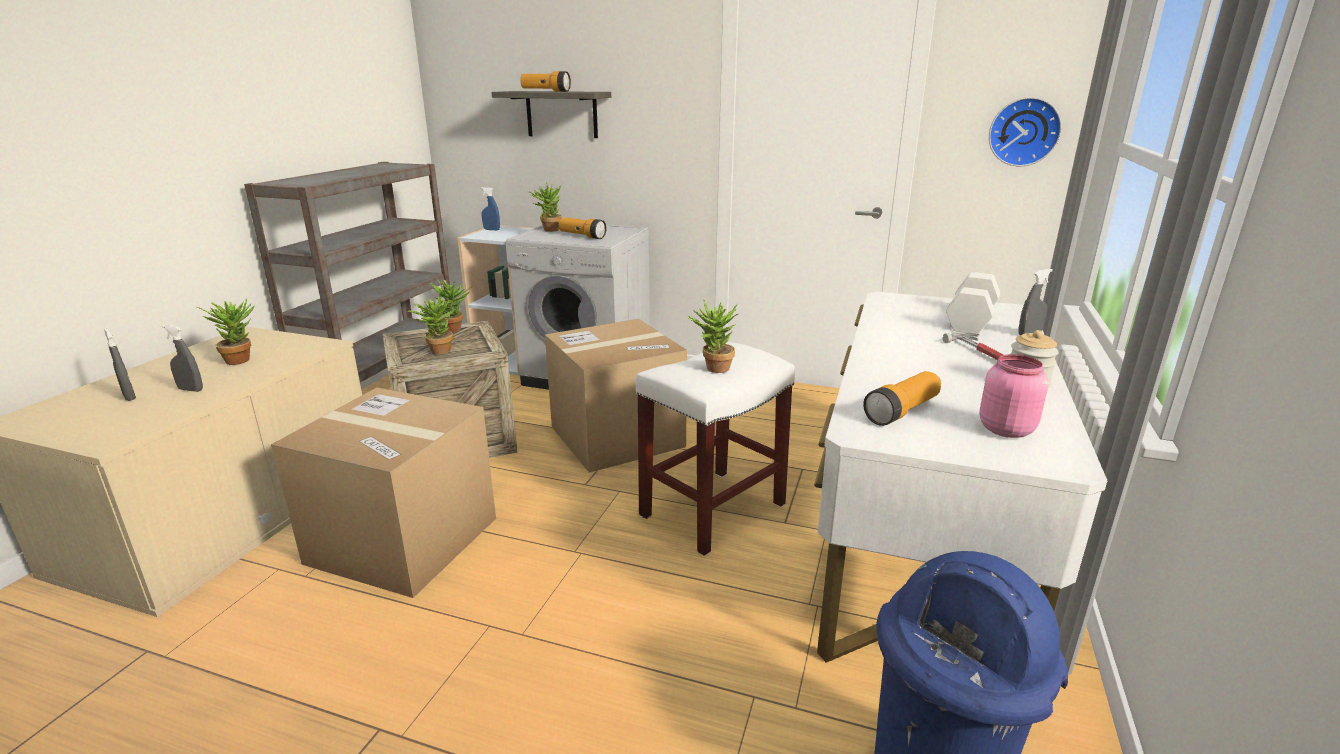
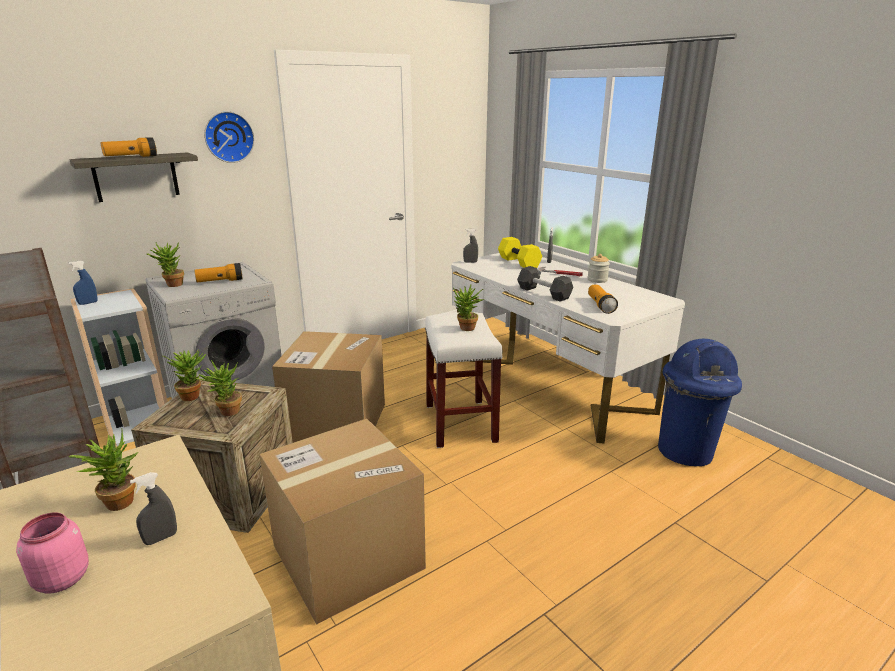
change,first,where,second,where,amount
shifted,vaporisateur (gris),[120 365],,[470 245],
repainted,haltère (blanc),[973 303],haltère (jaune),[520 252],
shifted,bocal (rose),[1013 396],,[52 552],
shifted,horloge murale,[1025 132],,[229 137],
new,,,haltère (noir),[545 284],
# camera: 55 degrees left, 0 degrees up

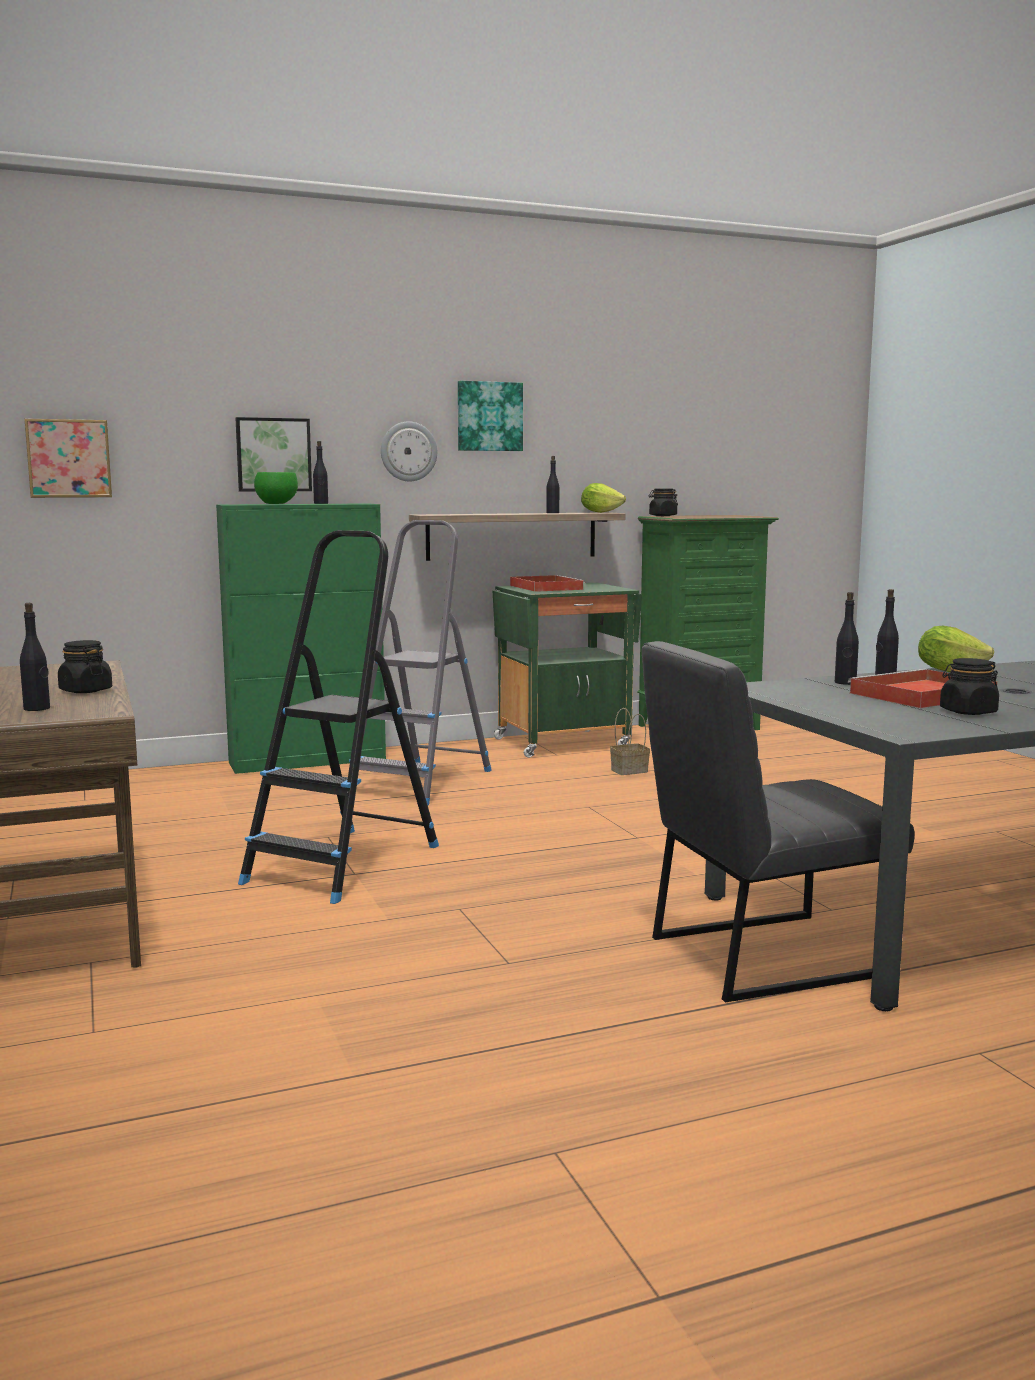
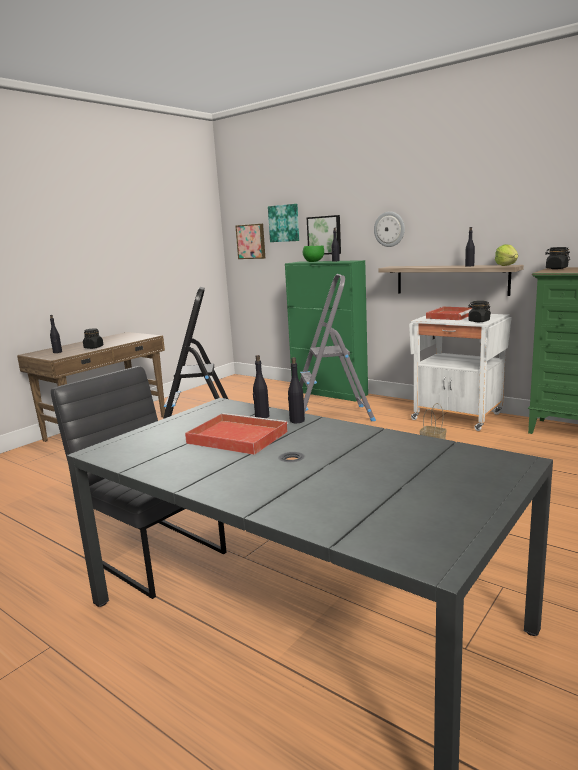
change,first,where,second,where,amount
shifted,tableau,[490 416],,[283 223],
repainted,chariot (vert),[567 670],chariot (blanc),[460 372],
gone,laitue,[956 649],,,
shifted,bocal (noir),[969 686],,[479 311],
# camera: 60 degrees right, 5 degrees up

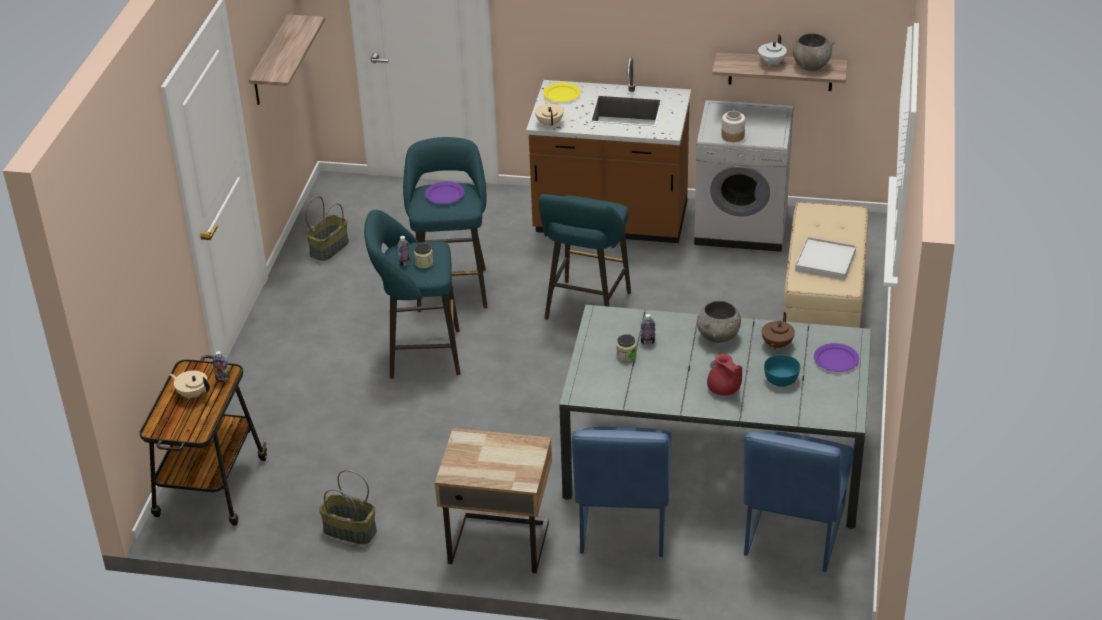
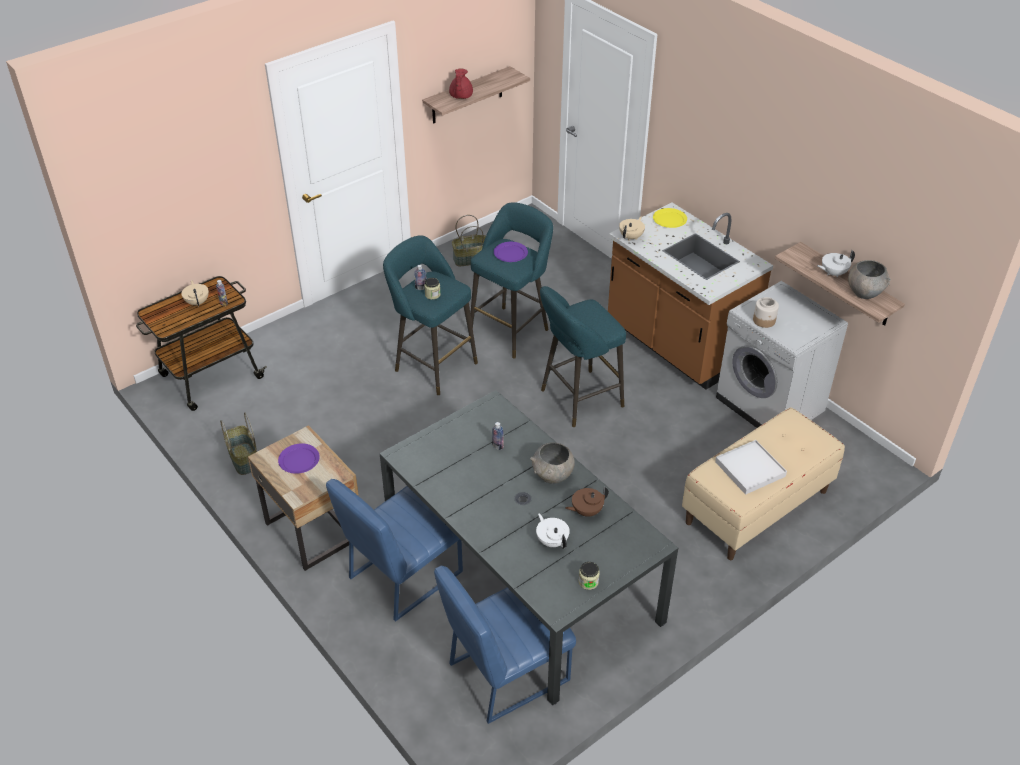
change,first,where,second,where,amount
shifted,bocal,[626 348],,[589 576],
shifted,théière (rouge),[724 374],,[461 83],
swapped,bol (turquoise),[782 370],théière (blanc),[553 531],
shifted,assiette (violet),[836 357],,[299 458],
# camera: 40 degrees right, 5 degrees up

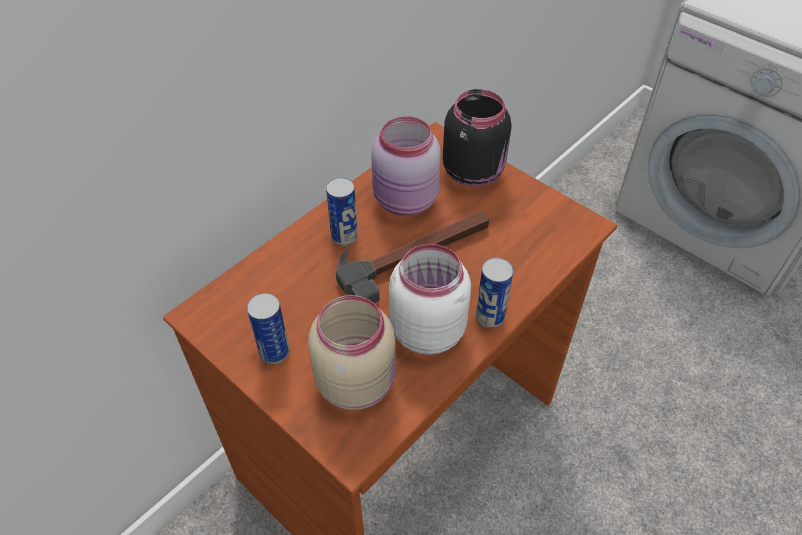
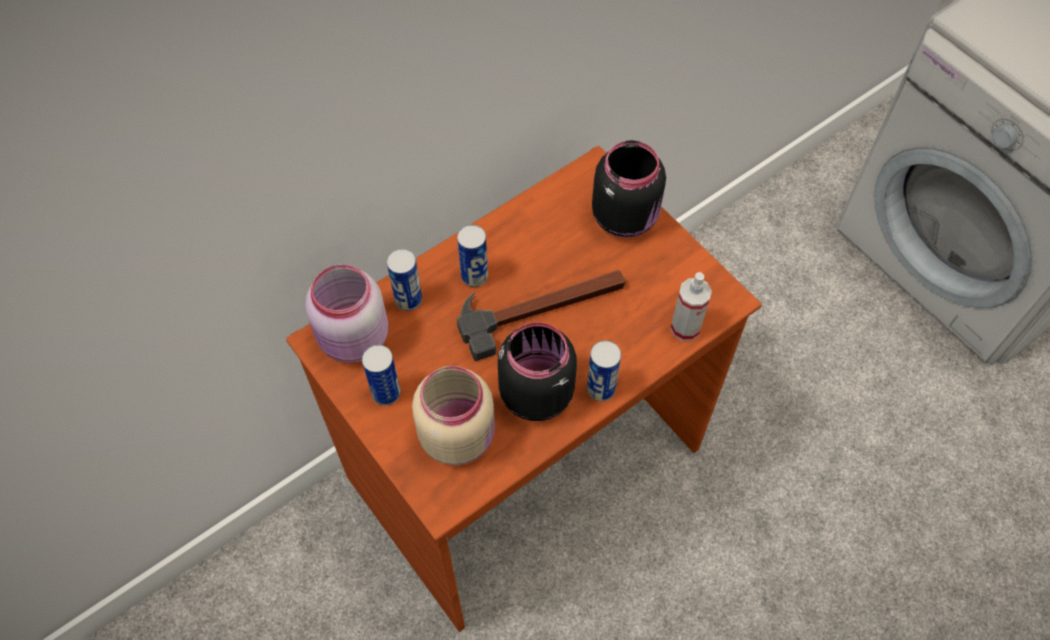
change,first,where,second,where,amount
shifted,bocal (rose),[406 166],,[346 313],
repainted,bocal (blanc),[430 299],bocal (noir),[537 371],
new,,,boîte métallique,[404 280],
new,,,vaporisateur,[691 306],
# camera: 10 degrees right, 10 degrees up

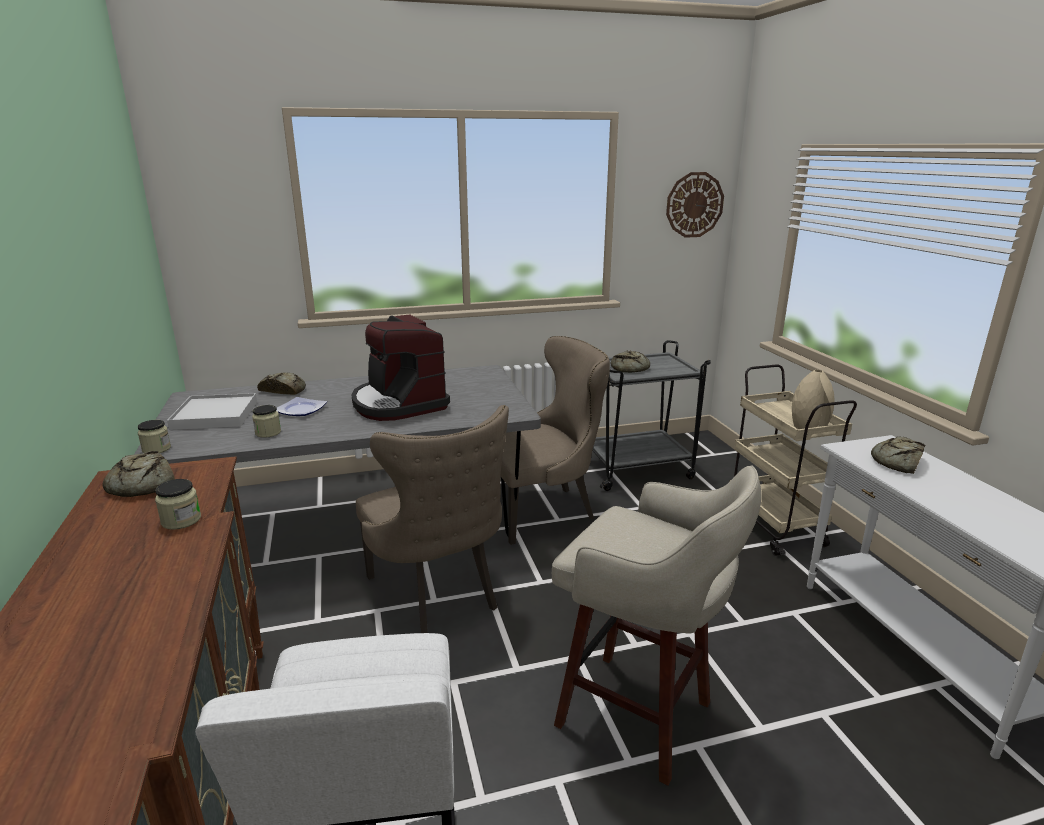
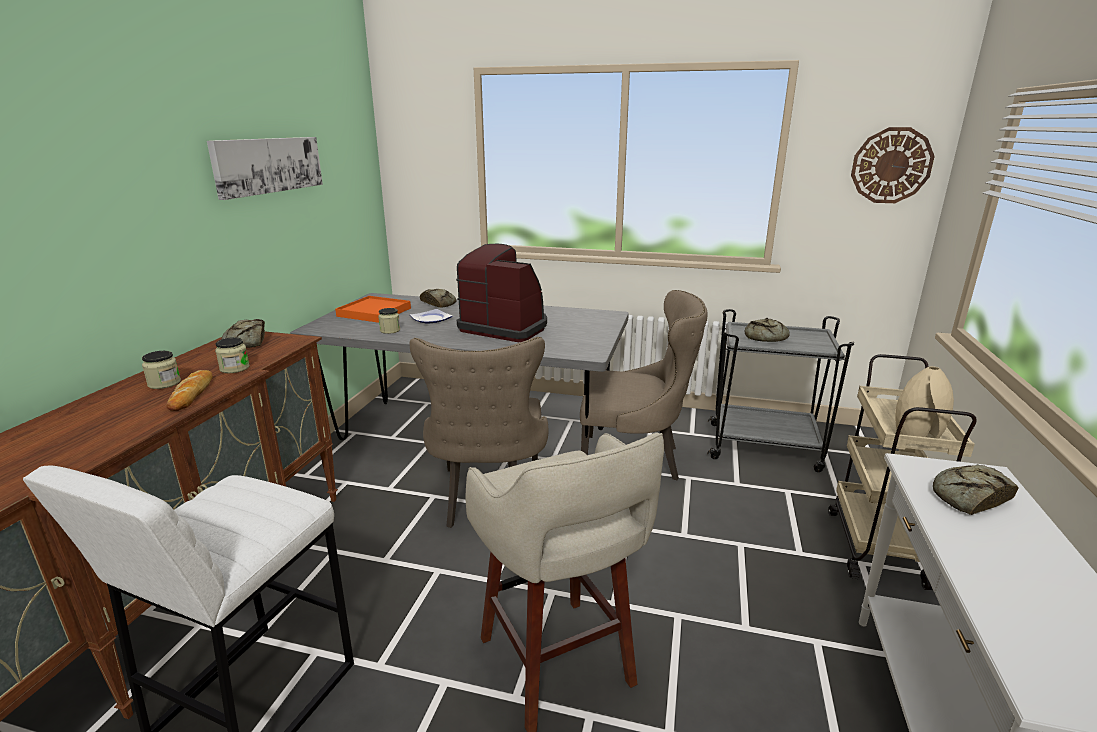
change,first,where,second,where,amount
shifted,bocal,[154 436],,[161 370],
repainted,plateau (blanc),[212 411],plateau (orange),[373 309],
rotated,machine à café,[400 367],,[501 293],120 degrees clockwise
new,,,pain,[189 390],
new,,,tableau,[265 168],
# camera: 30 degrees right, 0 degrees up

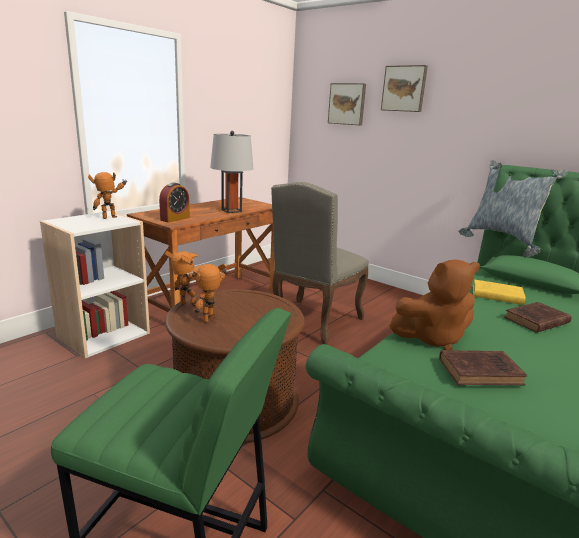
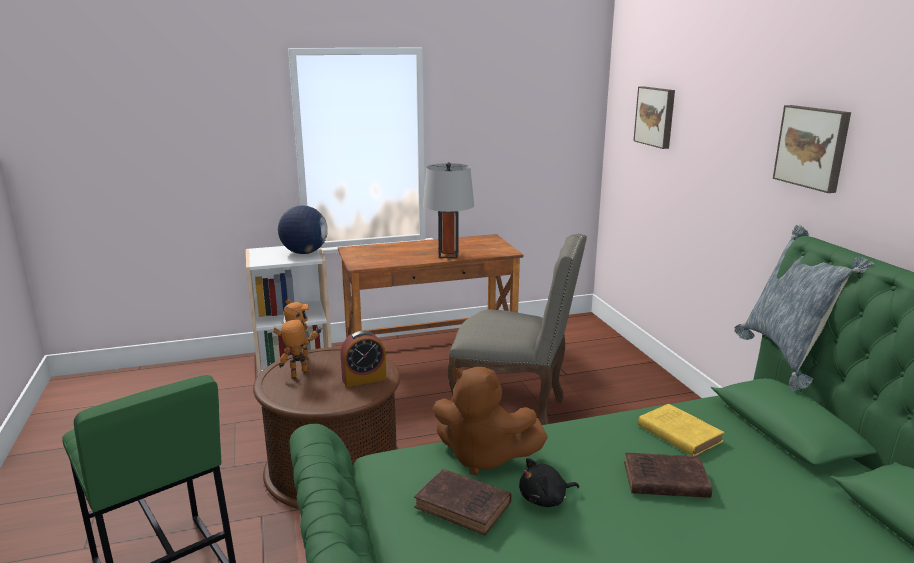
change,first,where,second,where,amount
swapped,robot jouet,[107 195],globe,[303 229],
shifted,réveil,[174 203],,[363 358],
rotated,chaise (gris),[320 263],,[517 329],135 degrees counterclockwise
shifted,tableau,[404 88],,[812 149],
new,,,peluche (noir),[549 482],
# camera: 35 degrees right, 0 degrees up

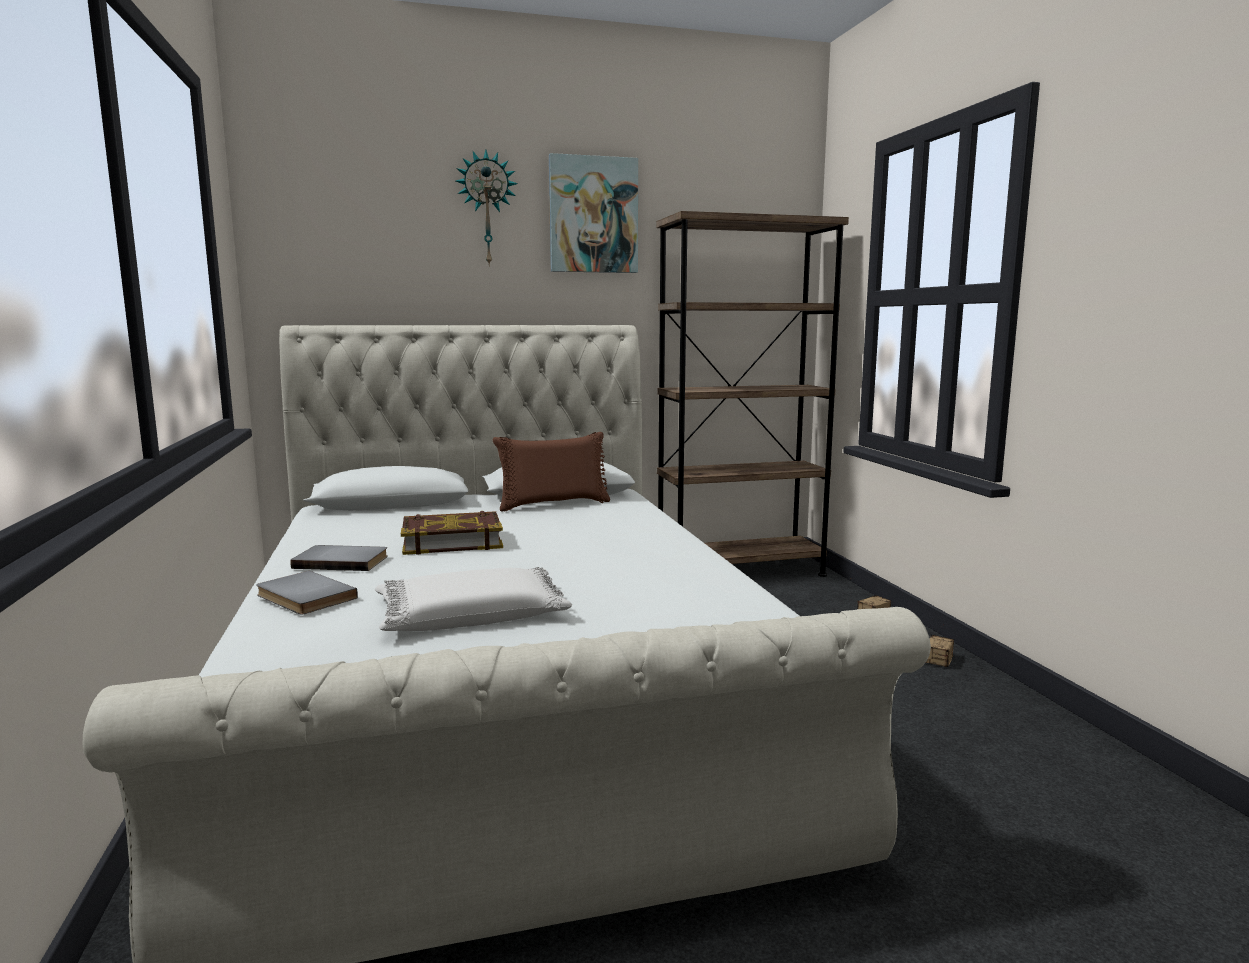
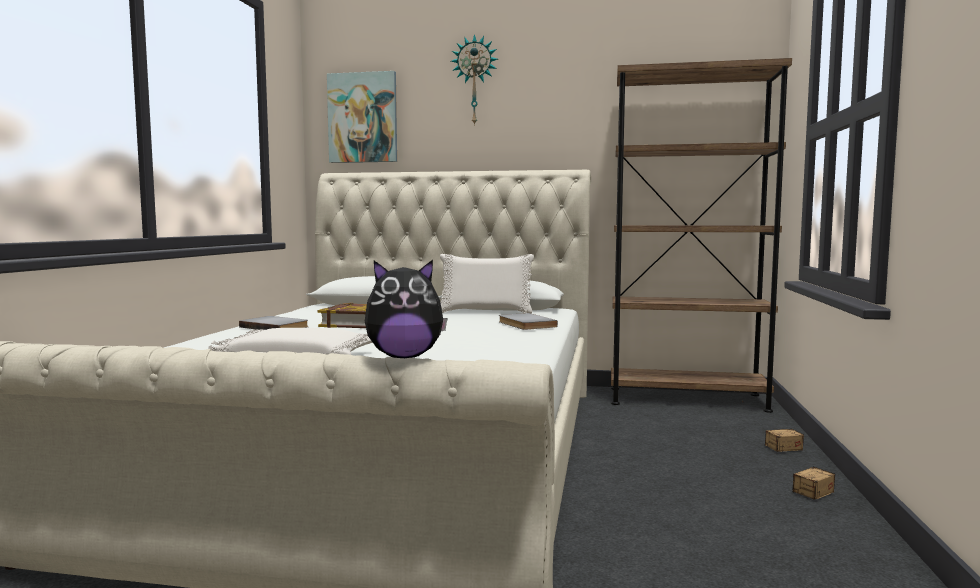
change,first,where,second,where,amount
shifted,livre (gris),[307 593],,[528 321],
repainted,coussin (marron),[551 472],coussin (blanc),[487 283],
shifted,tableau,[593 213],,[362 117],
new,,,peluche,[406 309],
# camera: 25 degrees right, 5 degrees down

